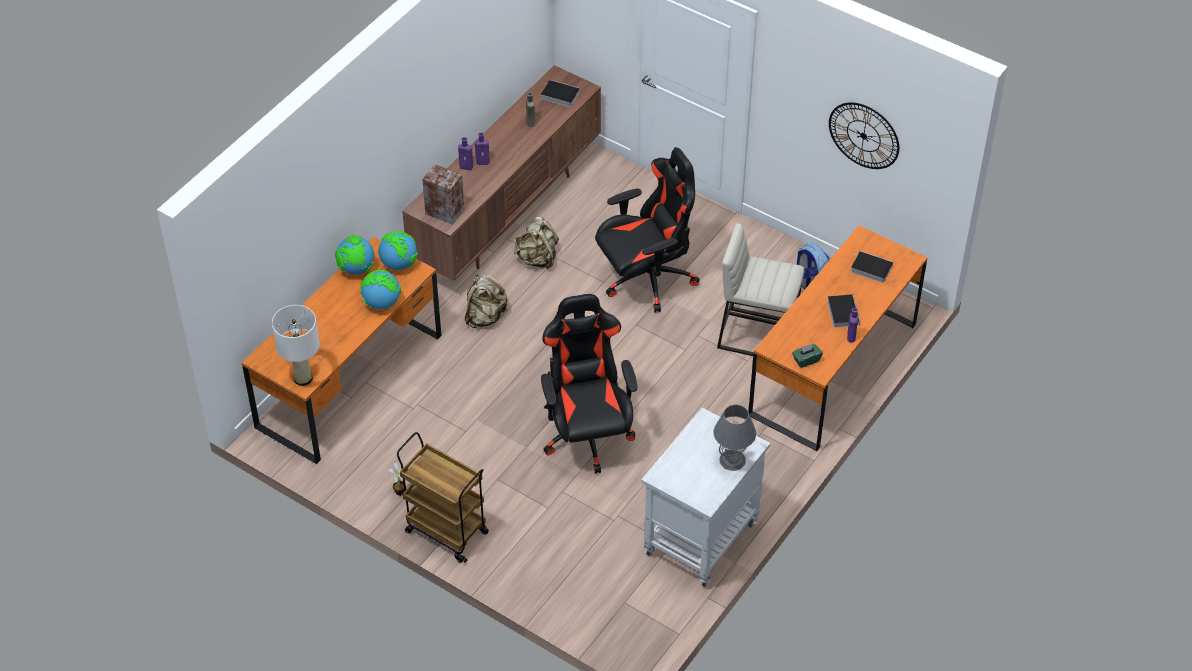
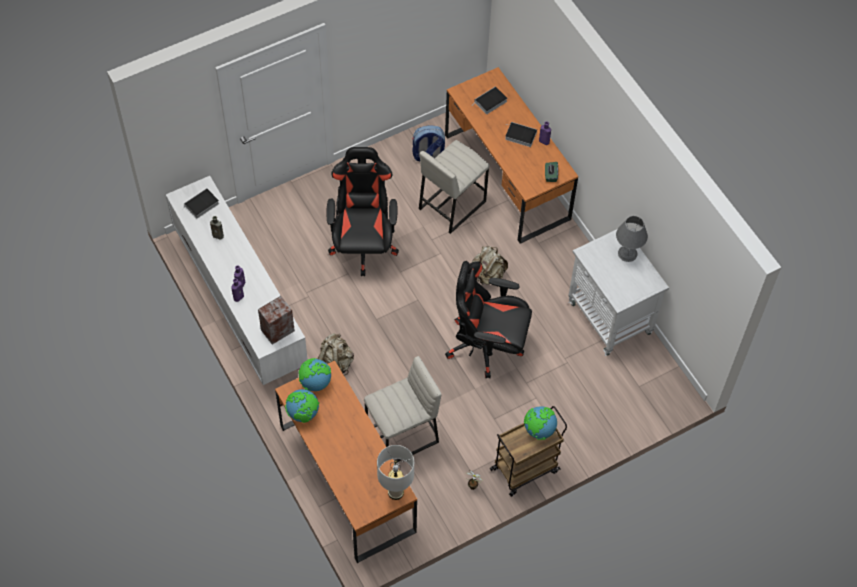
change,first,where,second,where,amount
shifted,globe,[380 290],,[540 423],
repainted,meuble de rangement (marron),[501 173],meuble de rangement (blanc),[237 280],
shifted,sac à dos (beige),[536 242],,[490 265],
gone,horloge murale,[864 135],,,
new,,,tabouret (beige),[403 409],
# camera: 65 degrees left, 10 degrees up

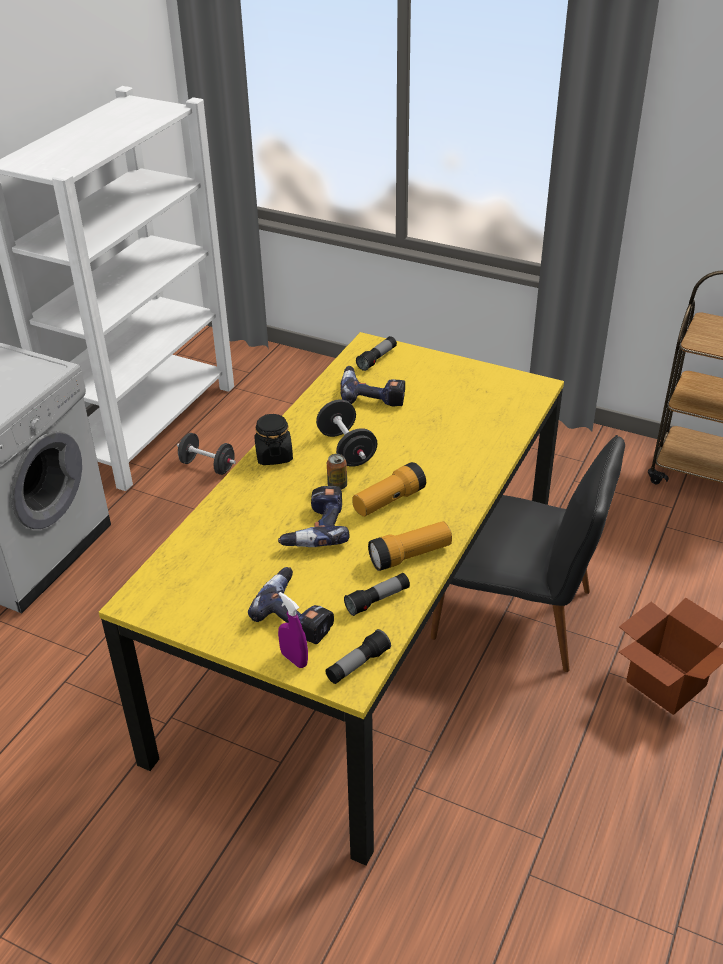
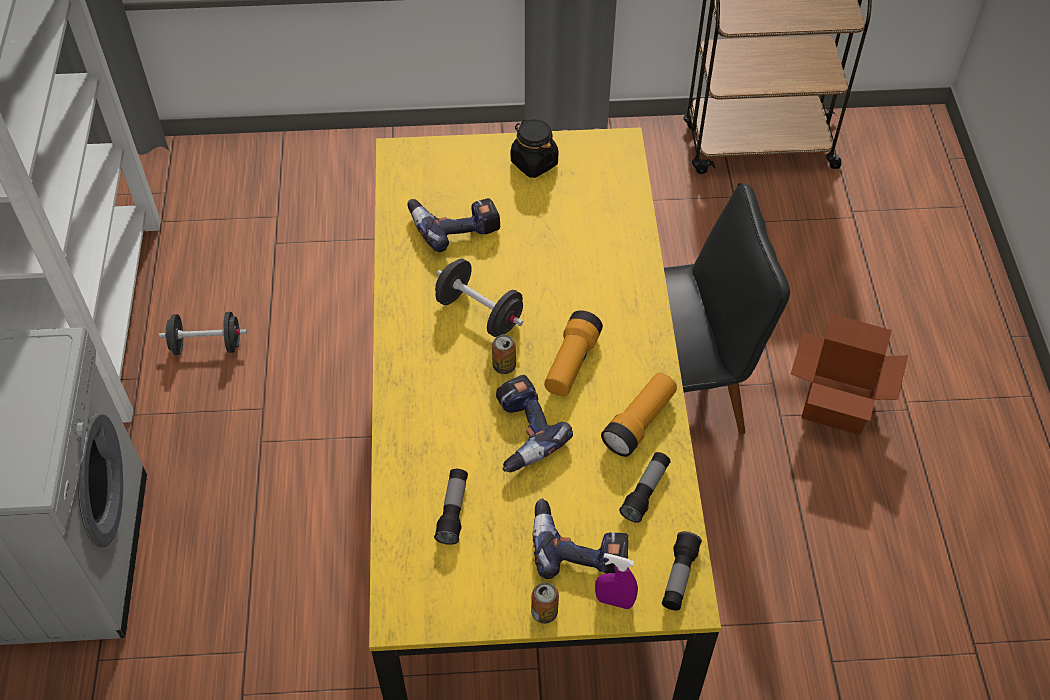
change,first,where,second,where,amount
shifted,bocal (noir),[273 439],,[534 148],
shifted,lampe de poche,[376 353],,[451 507],
new,,,boîte métallique,[545 603],
# camera: 30 degrees left, 15 degrees up

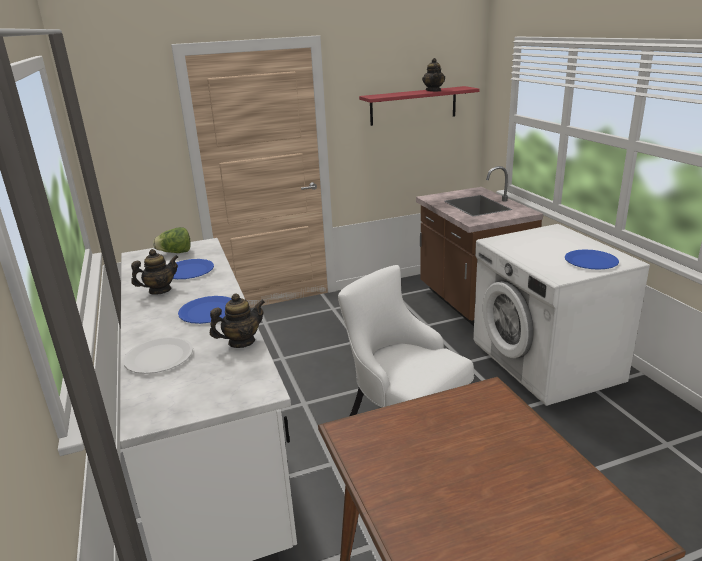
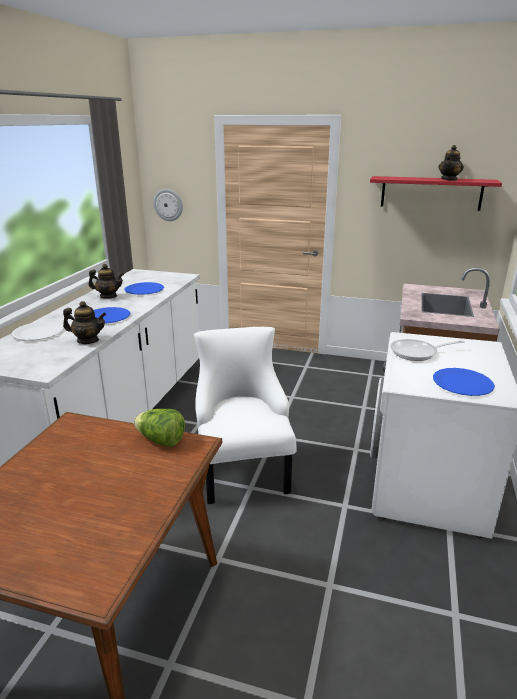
change,first,where,second,where,amount
shifted,laitue,[172 240],,[159 428],
new,,,horloge murale,[168 205],
new,,,poêle,[427 350],
# camera: 35 degrees right, 0 degrees up

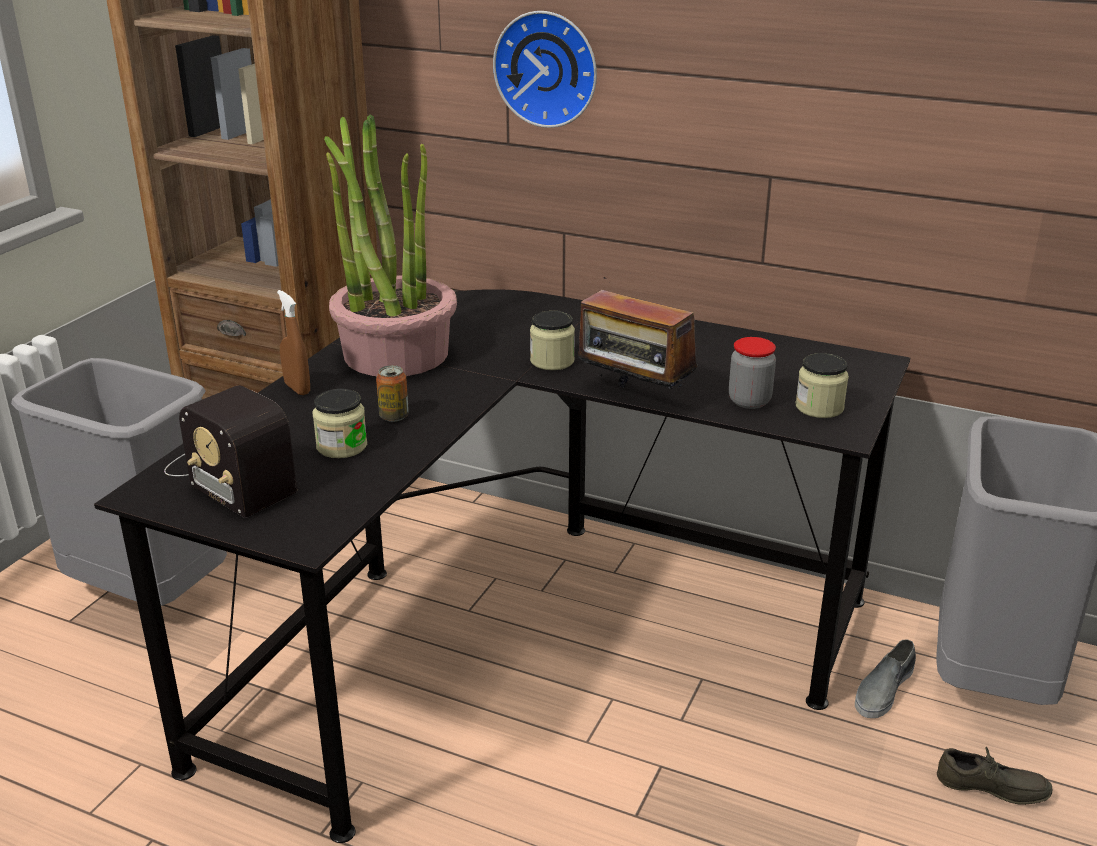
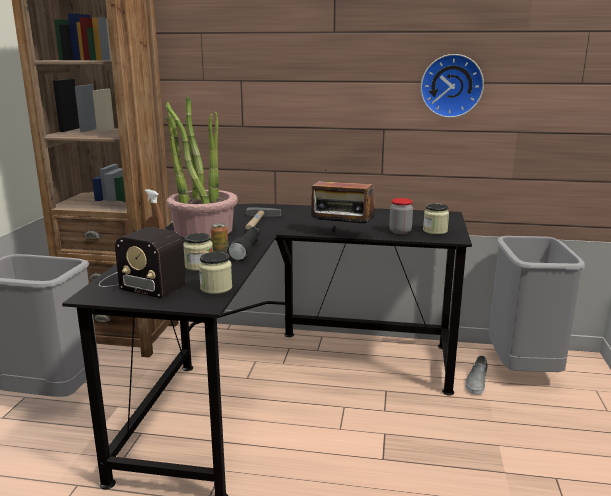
change,first,where,second,where,amount
shifted,horloge murale,[545 69],,[452 86],
shifted,bocal,[552 340],,[215 273],
gone,chaussure (gris),[994 776],,,
new,,,lampe de poche (noir),[243 244],
new,,,marteau,[263 218],
# camera: 15 degrees left, 10 degrees down

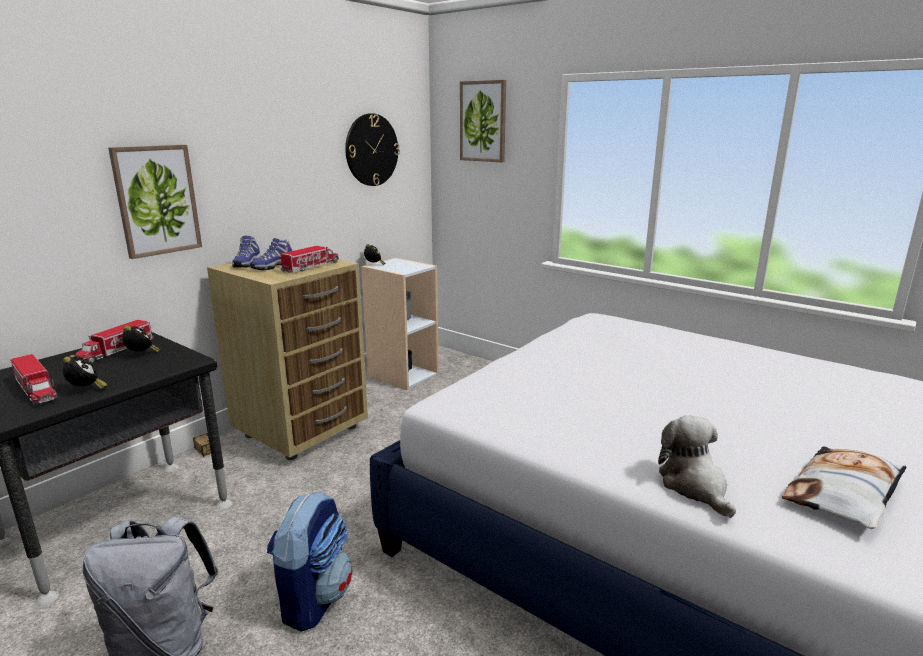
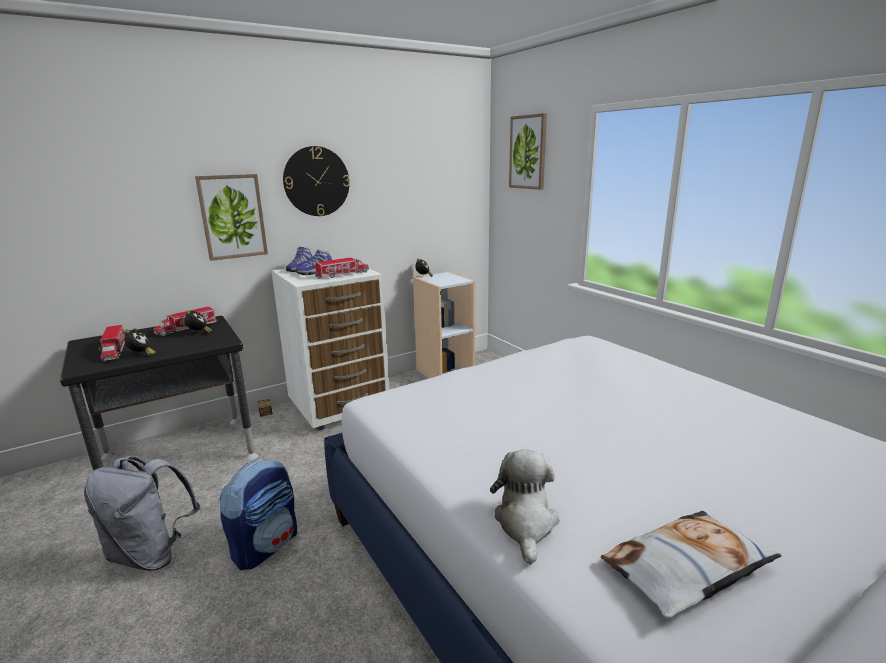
change,first,where,second,where,amount
repainted,commode (marron),[287 355],commode (blanc),[330 349],
shifted,horloge murale,[372 149],,[316 181],
# camera: 20 degrees right, 0 degrees up

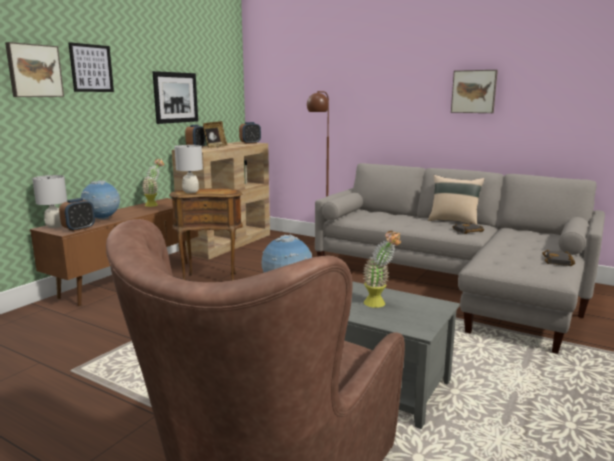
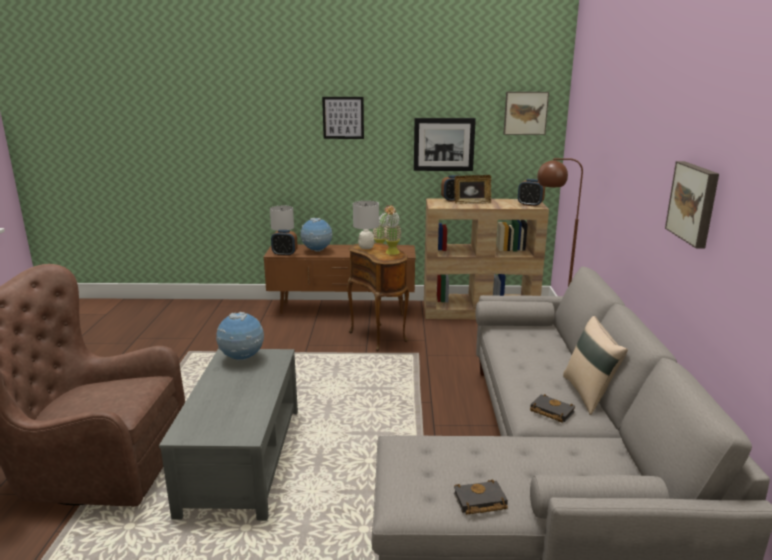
change,first,where,second,where,amount
shifted,tableau,[34 69],,[526 113],
shifted,plante en pot,[382 269],,[393 230],
# camera: 60 degrees right, 5 degrees up

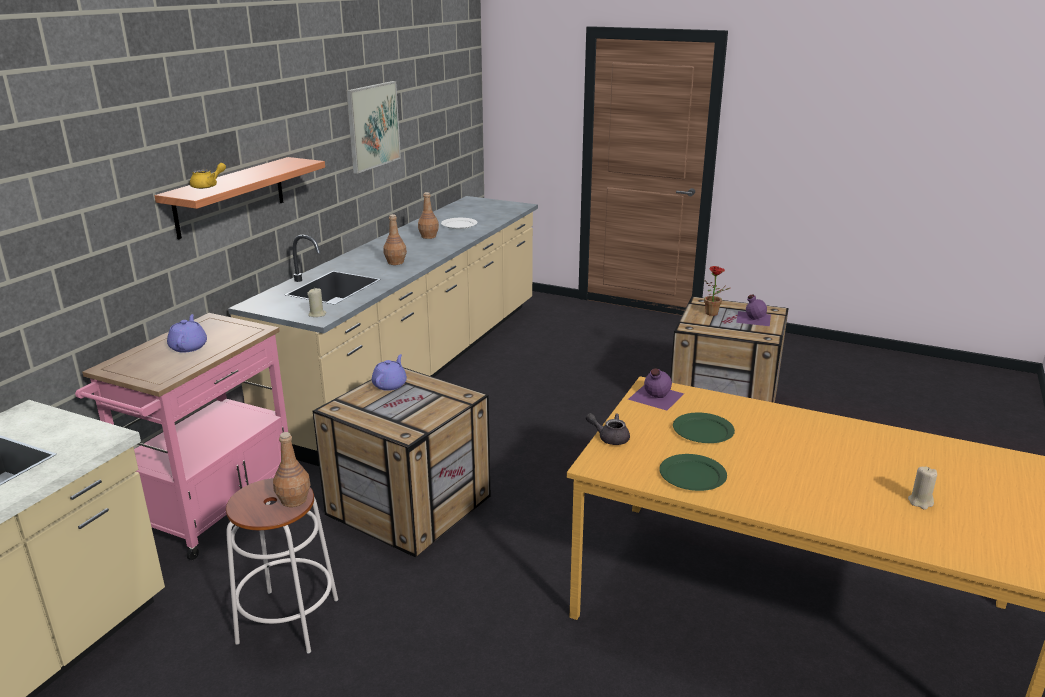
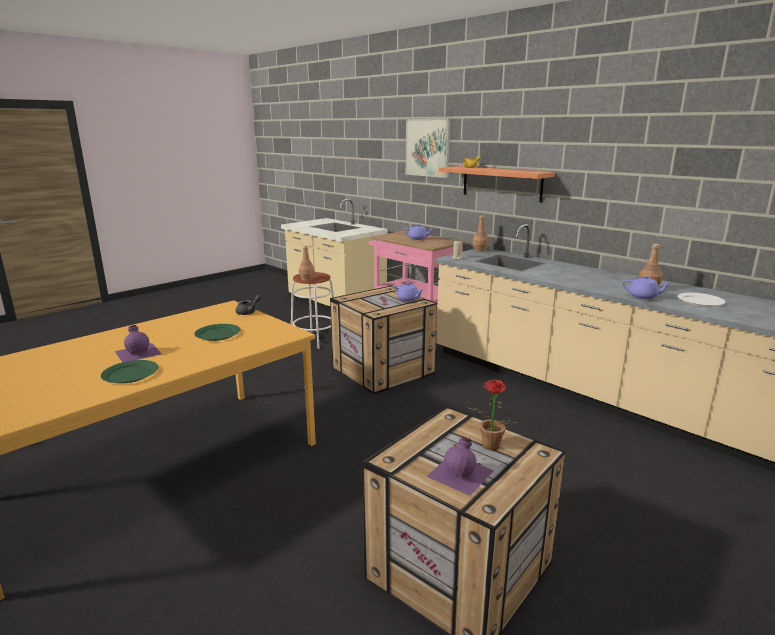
change,first,where,second,where,amount
shifted,tableau,[373 127],,[428 148],
shifted,bouteille (marron),[395 239],,[480 234],
shifted,bouteille (violet),[656 389],,[138 343],
shifted,assiette (vert),[693 472],,[129 371],
gone,bougie (beige),[922 488],,,
new,,,théière (violet),[647 287],
# camera: 110 degrees right, 5 degrees down

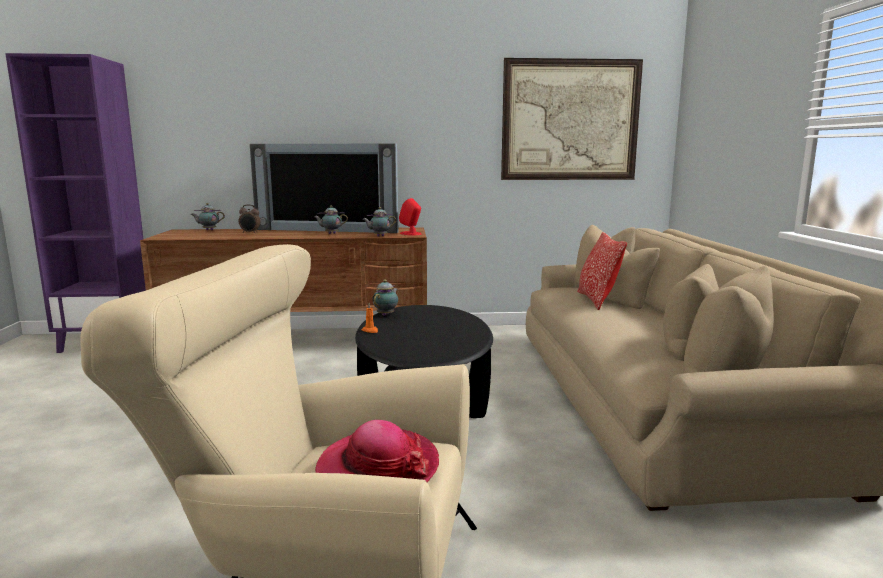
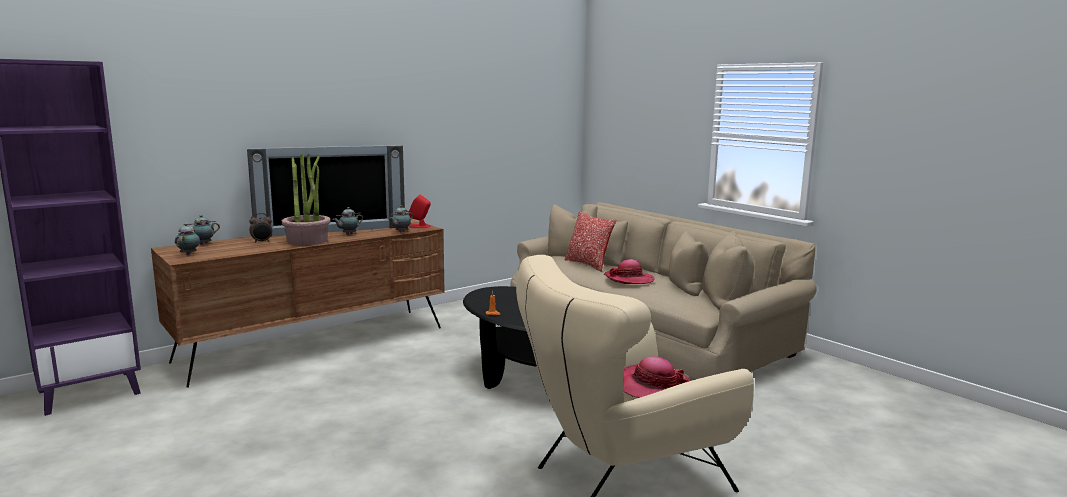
change,first,where,second,where,amount
shifted,théière,[385 298],,[187 239],
gone,tableau,[572 119],,,
new,,,plante en pot,[306 199],
new,,,chapeau,[629 271],
# camera: 35 degrees left, 0 degrees up

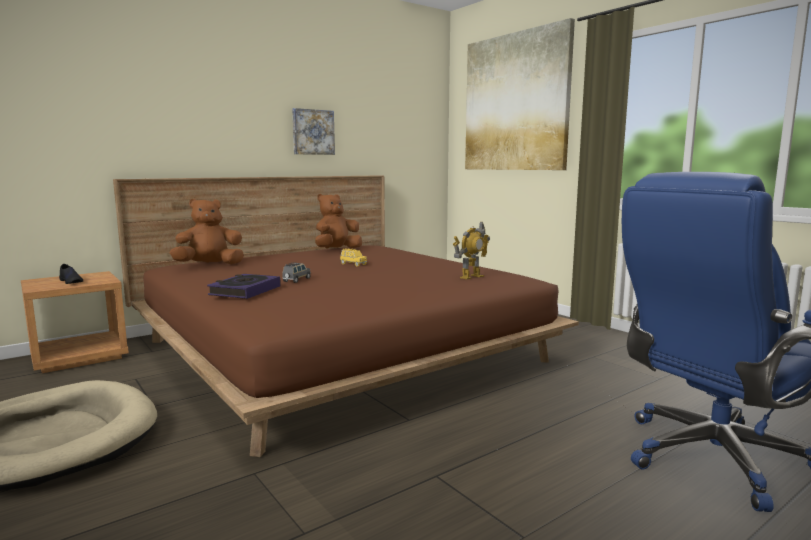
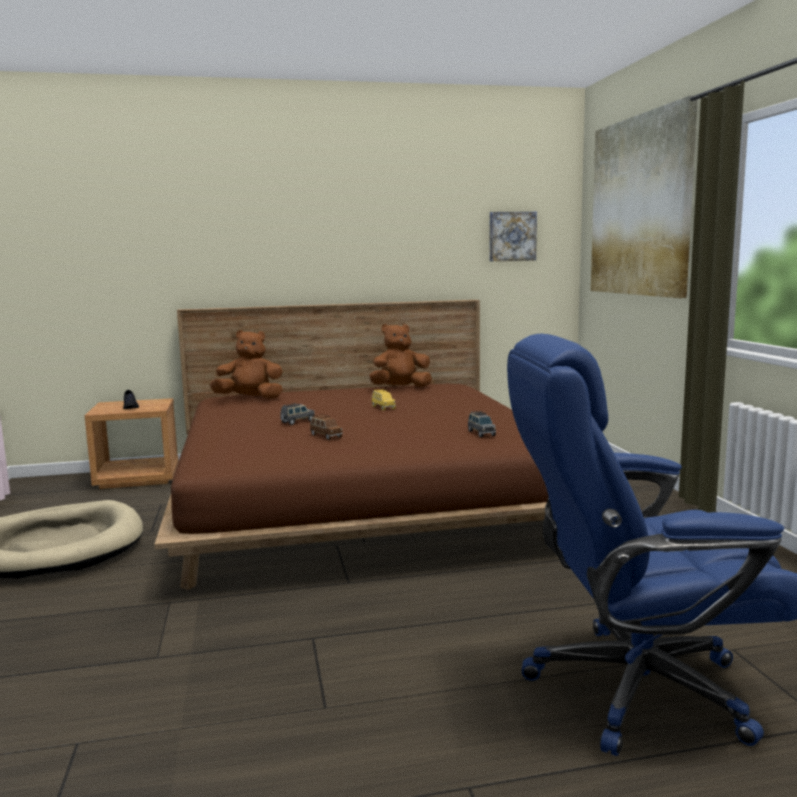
change,first,where,second,where,amount
gone,livre,[244 286],,,
shifted,tableau,[313 131],,[513 236],
swapped,robot jouet,[471 250],petite voiture (gris),[482 424],
new,,,petite voiture (marron),[326 427],
# camera: 25 degrees right, 0 degrees up

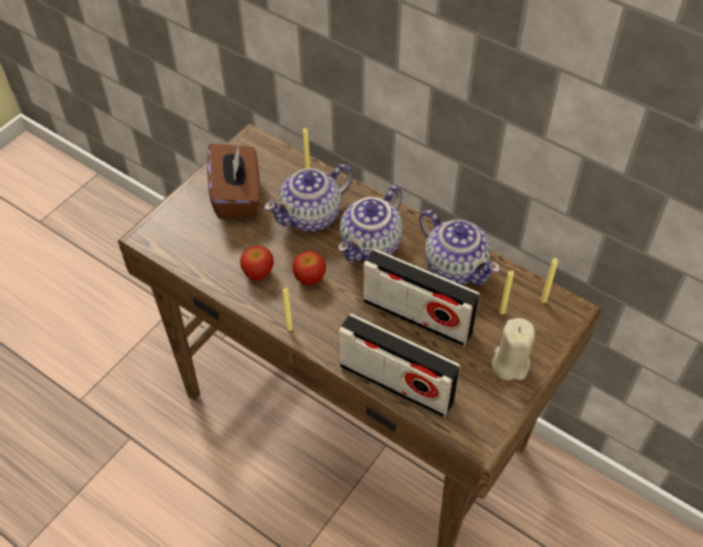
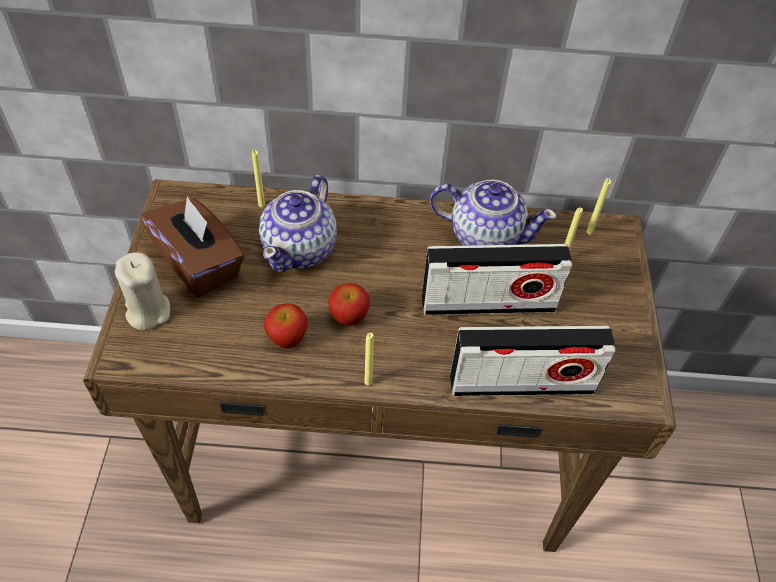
change,first,where,second,where,amount
gone,théière,[370 224],,,
shifted,bougie (beige),[513 349],,[142 291],
# camera: 35 degrees left, 0 degrees up

